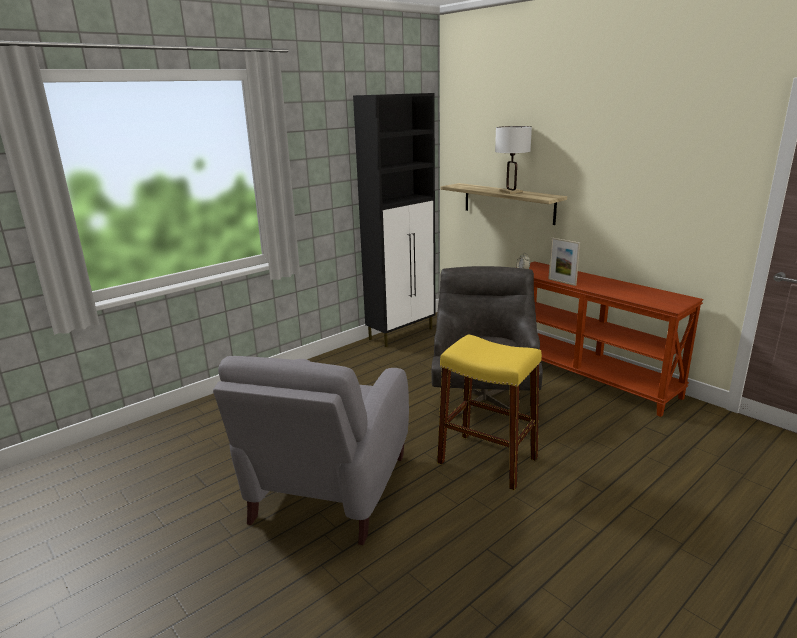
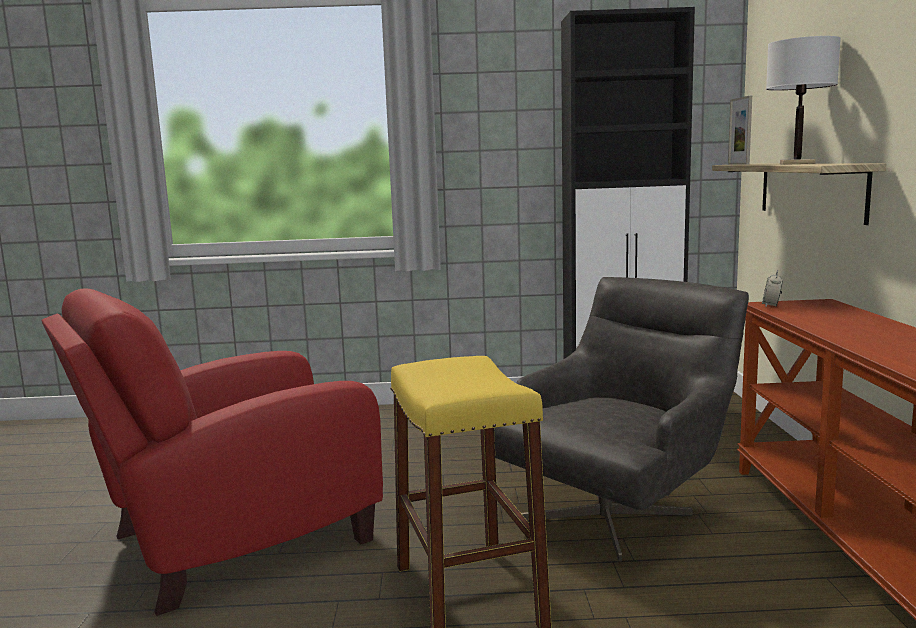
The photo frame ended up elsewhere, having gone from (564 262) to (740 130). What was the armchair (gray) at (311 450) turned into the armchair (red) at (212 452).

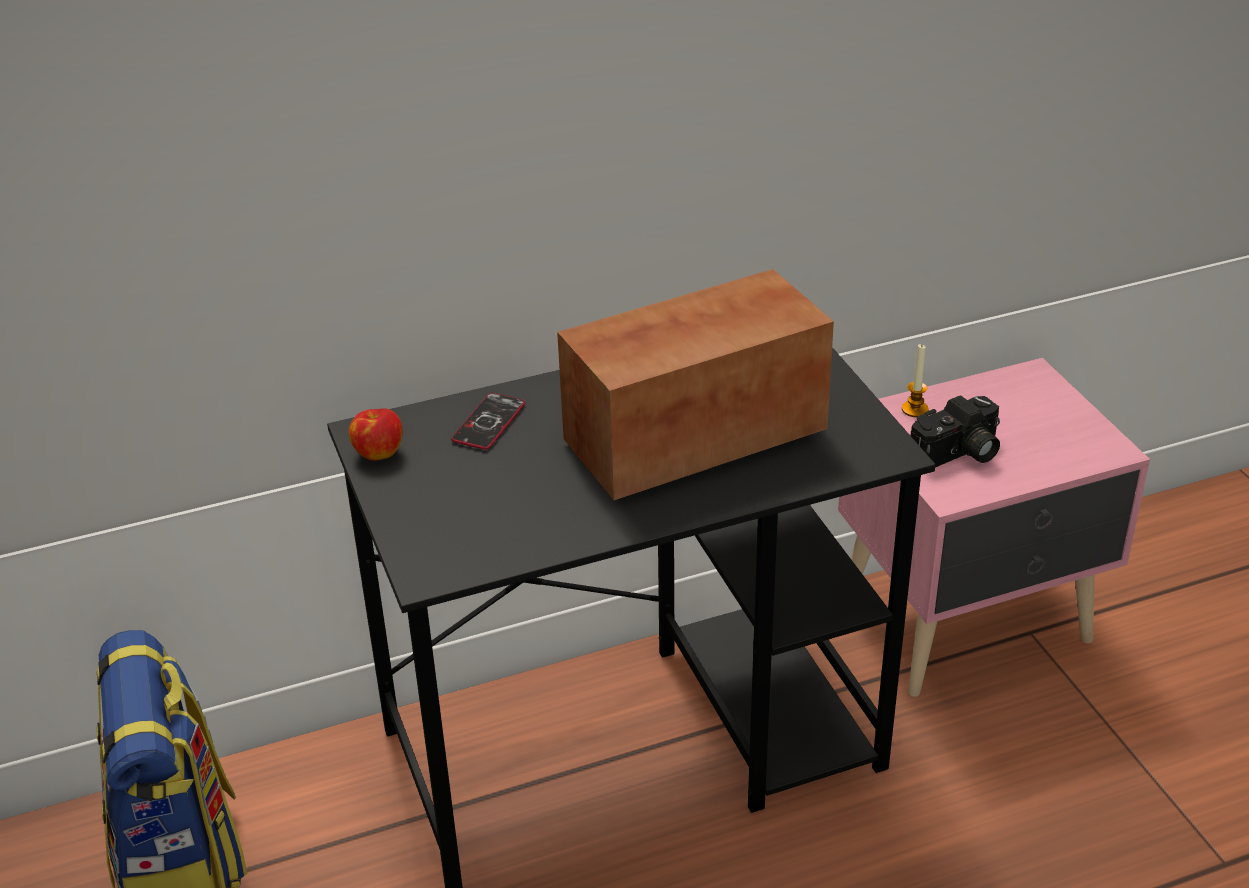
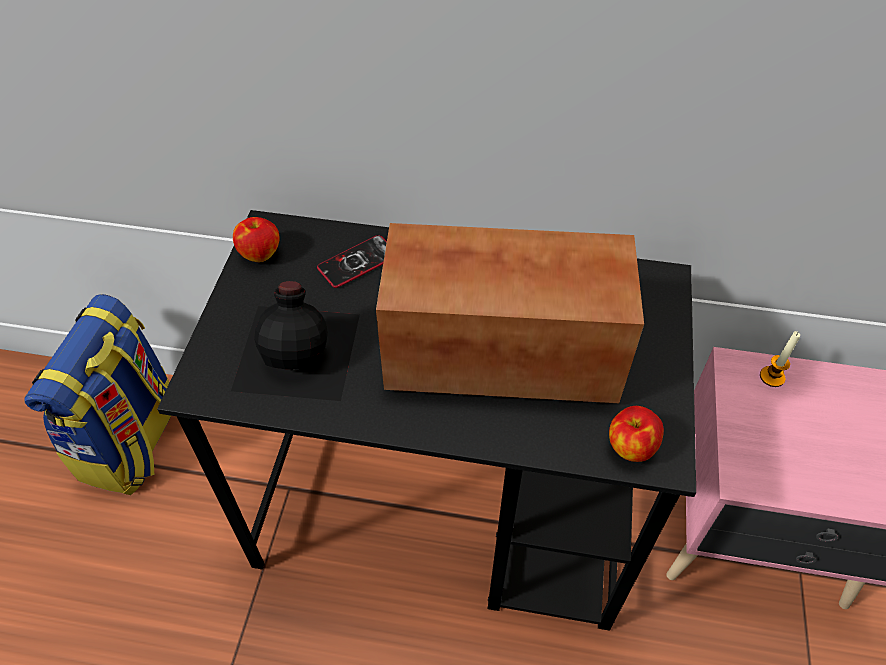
The second view lost the still camera at (955 431). The second view gained the drink bottle (blackish) at (295 341). The second view gained the whole apple at (636 434).

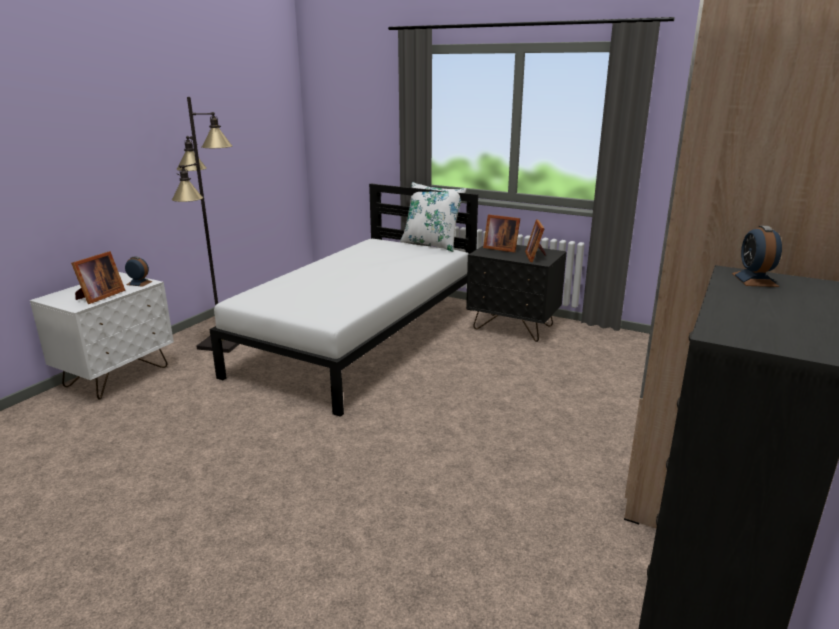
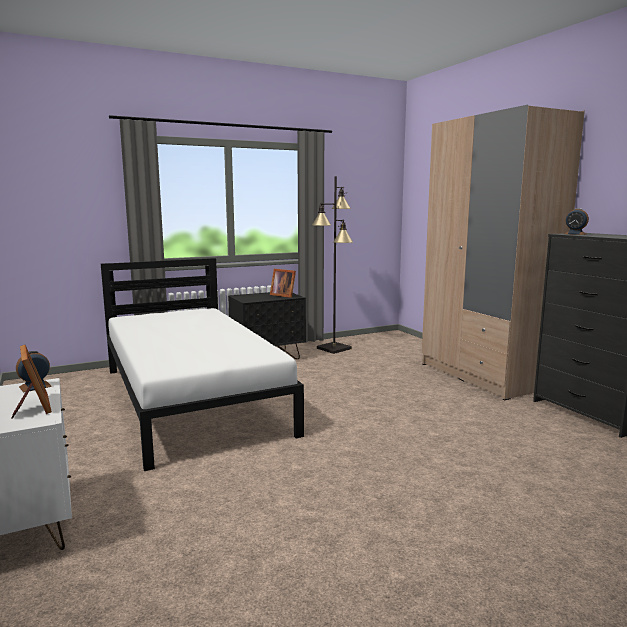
The second view lost the throw pillow (white) at (433 217). The second view lost the photo frame at (501 233). The standing lamp (blackish) ended up elsewhere, having gone from (205 225) to (332 265).

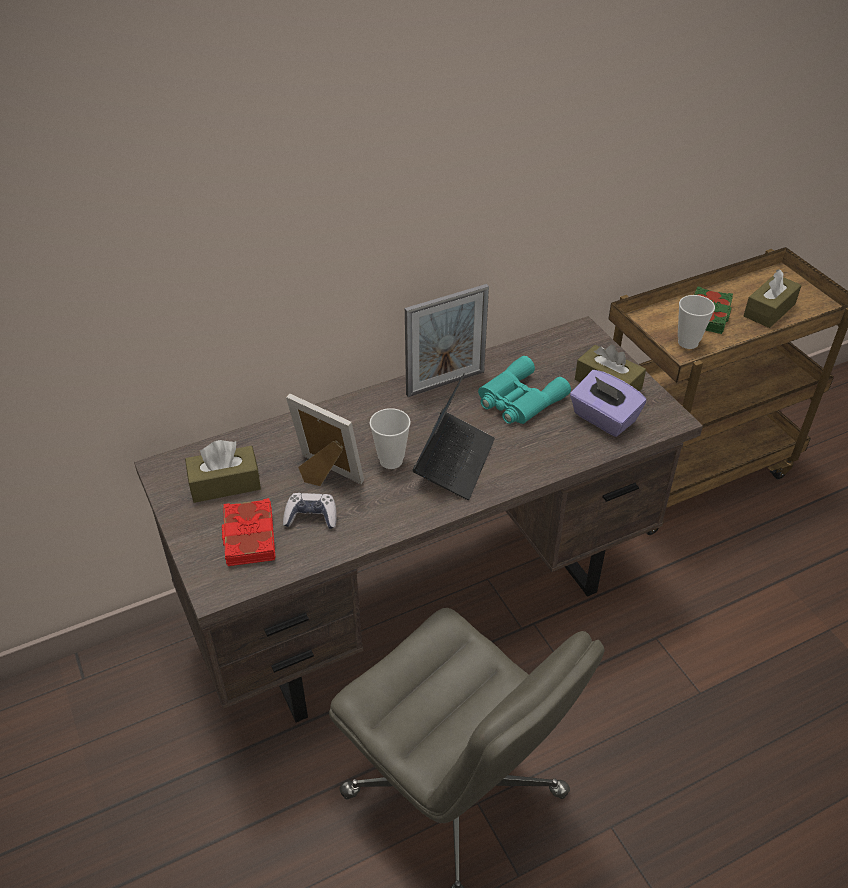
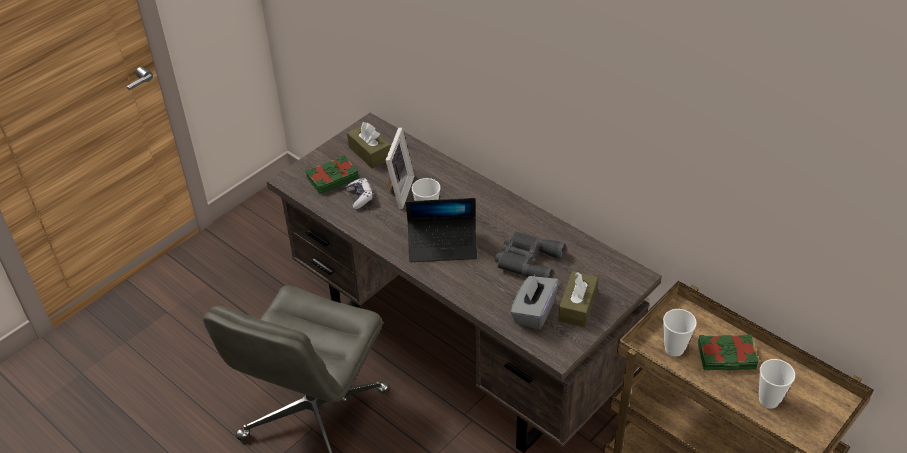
The second view lost the photo frame at (447 340). Where the tissue box (brown) stood at (773 298), the cup came to stand at (777 384). What was the volume (red) at (249 532) turned into the volume (green-coloured) at (332 174). What was the binoculars (blue-green) at (524 390) turned into the binoculars (gray) at (530 254). What was the tissue box (purple) at (608 403) turned into the tissue box (gray) at (534 302).

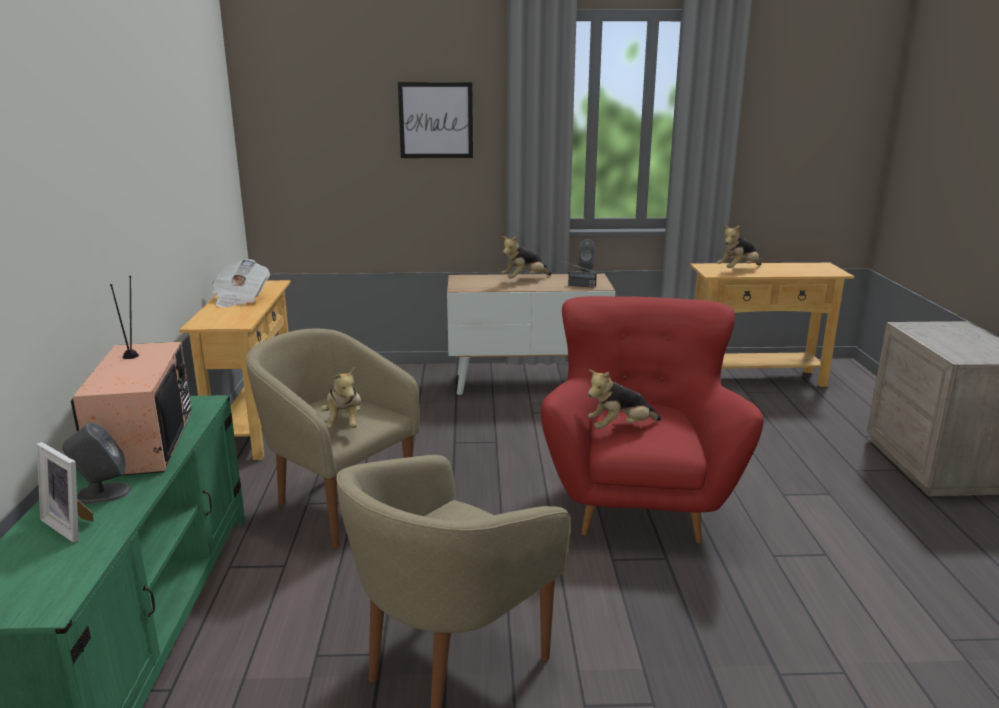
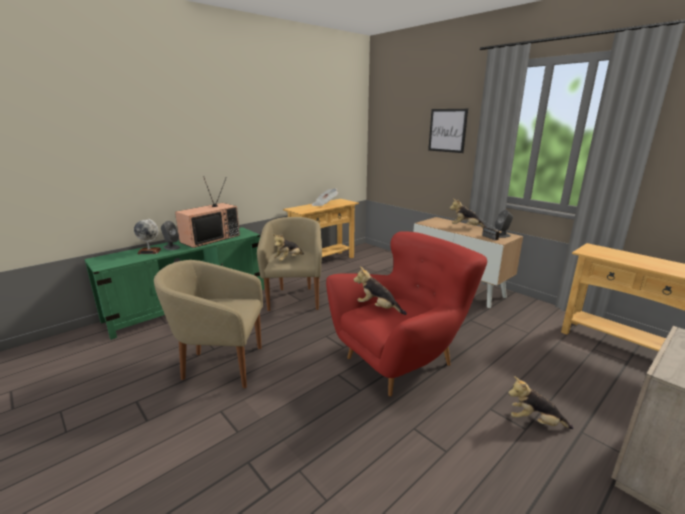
The soft toy ended up elsewhere, having gone from (739 246) to (541 402). Where the photo frame stood at (65 492), the globe came to stand at (148 236).

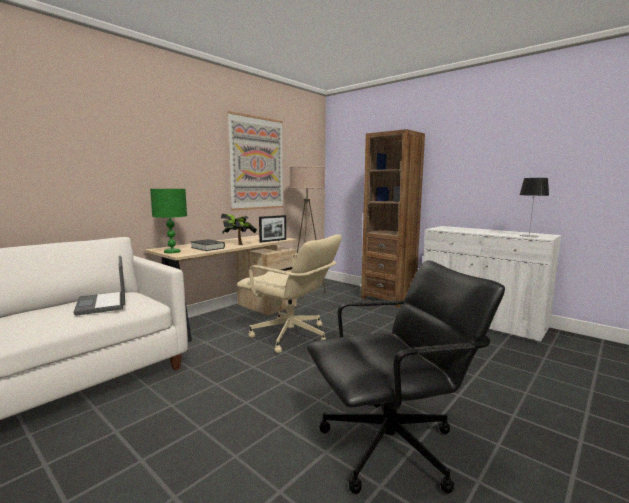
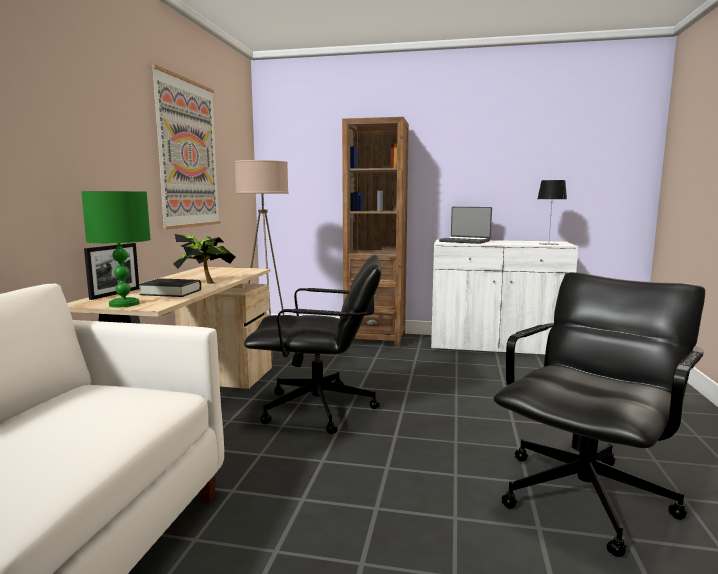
The laptop ended up elsewhere, having gone from (99 286) to (465 225). The photo frame ended up elsewhere, having gone from (272 229) to (111 271). What was the office chair (sand-coloured) at (289 294) turned into the office chair (blackish) at (312 344).

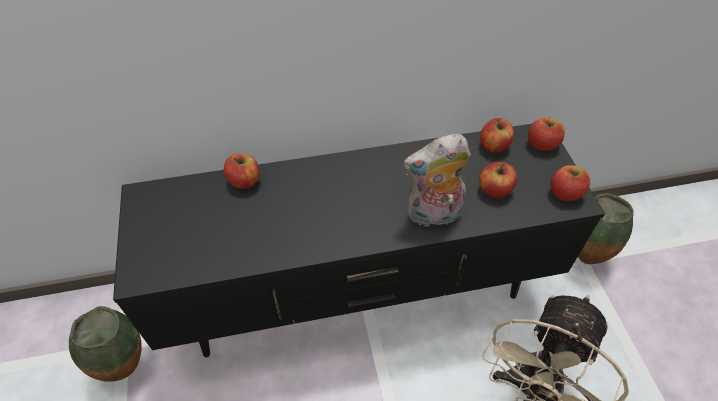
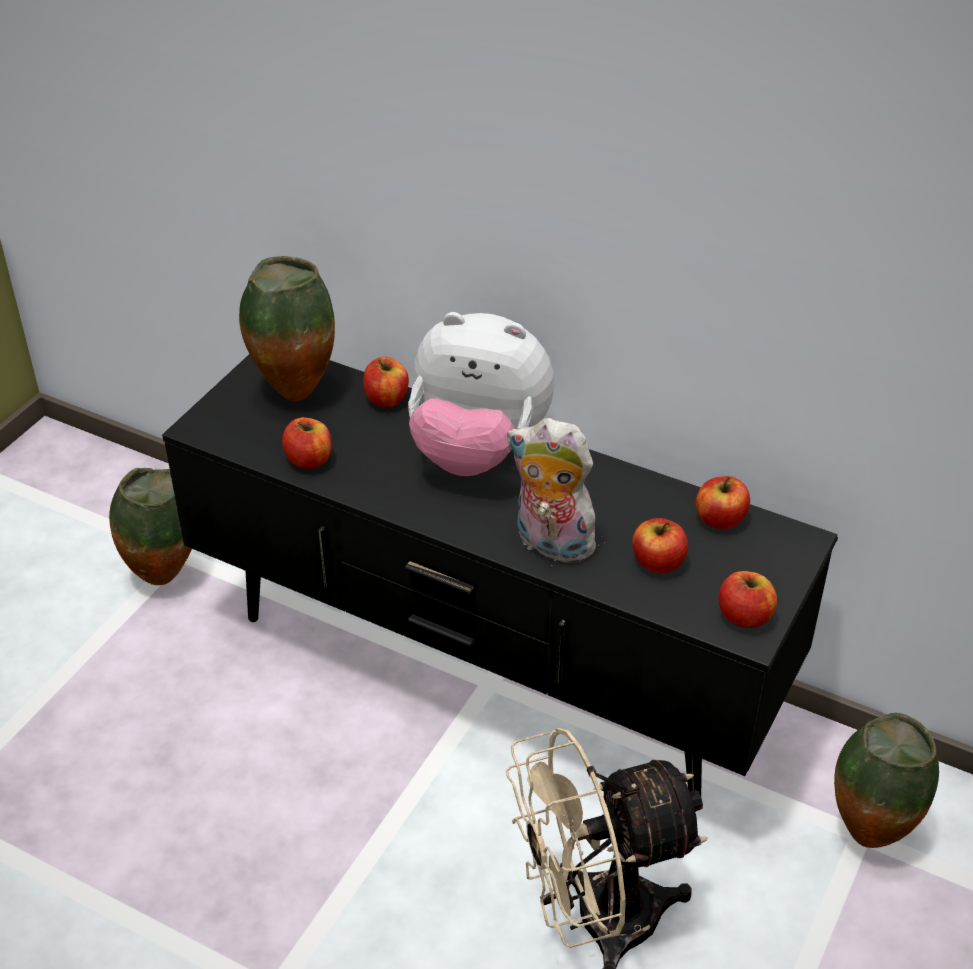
The second view gained the flower vase at (287 329). The second view gained the soft toy at (481 394). The whole apple ended up elsewhere, having gone from (546 134) to (307 443).

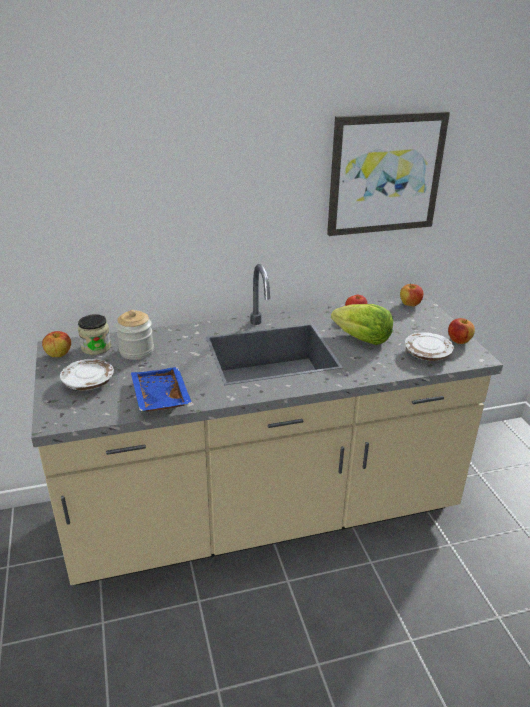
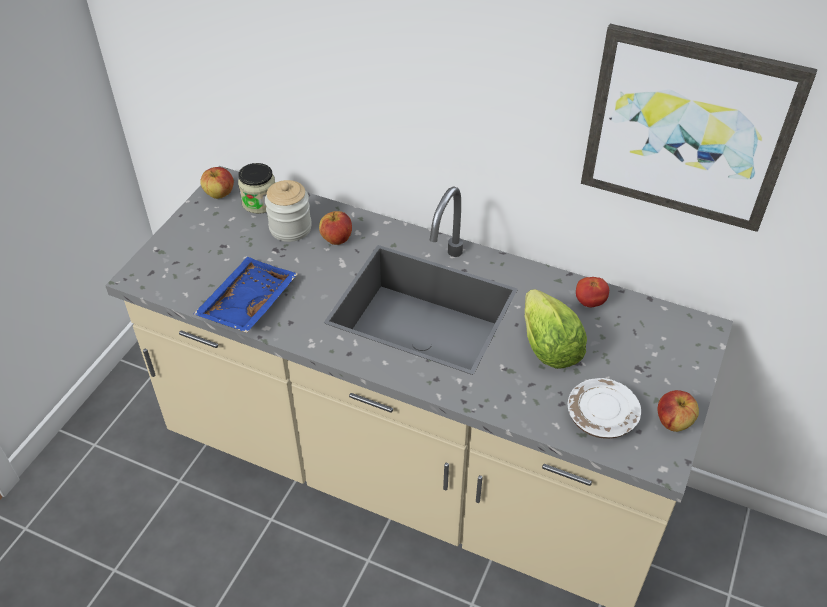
The second view lost the flat dish (white) at (87 375). The whole apple ended up elsewhere, having gone from (411 295) to (335 228).

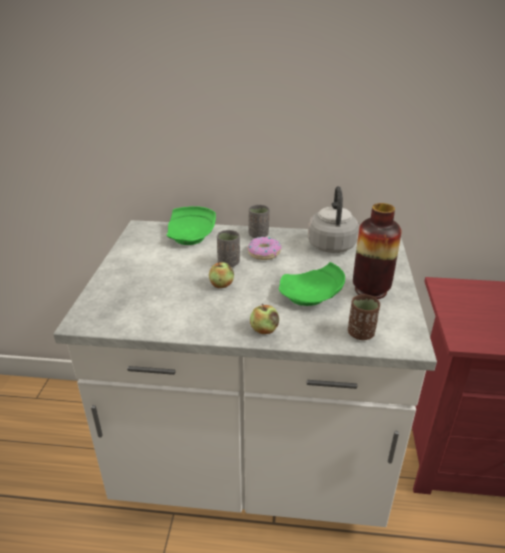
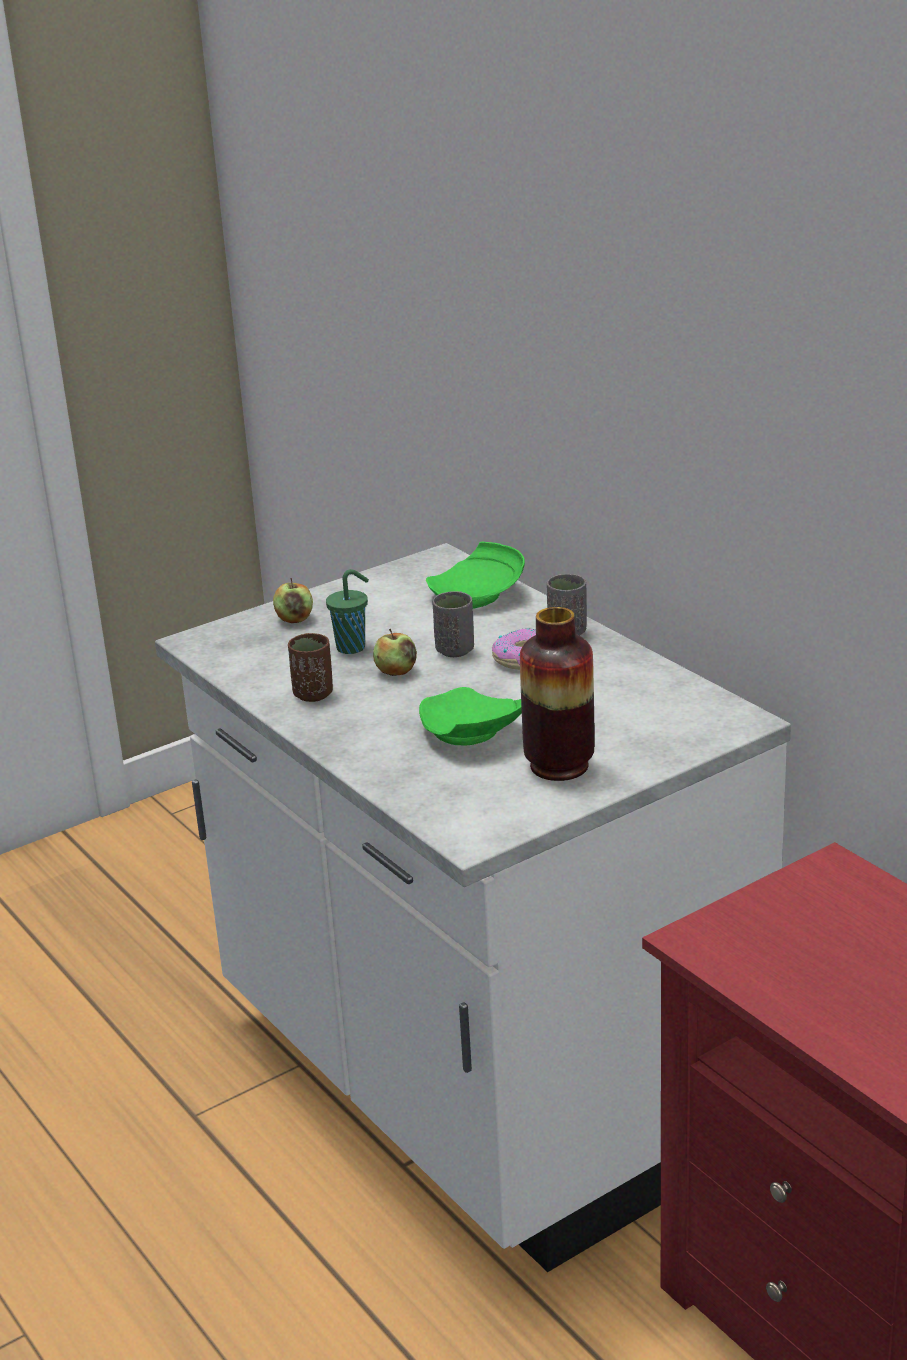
The second view lost the tea kettle (gray) at (333 219). The second view gained the cup (green-coloured) at (347 611). The whole apple ended up elsewhere, having gone from (264 319) to (293 600). The cup (brown) ended up elsewhere, having gone from (364 317) to (310 667).

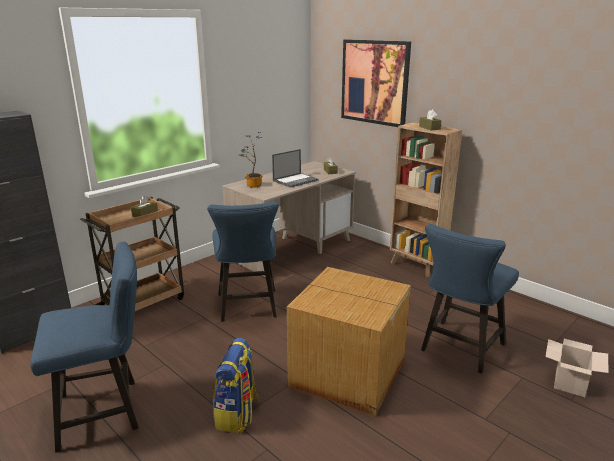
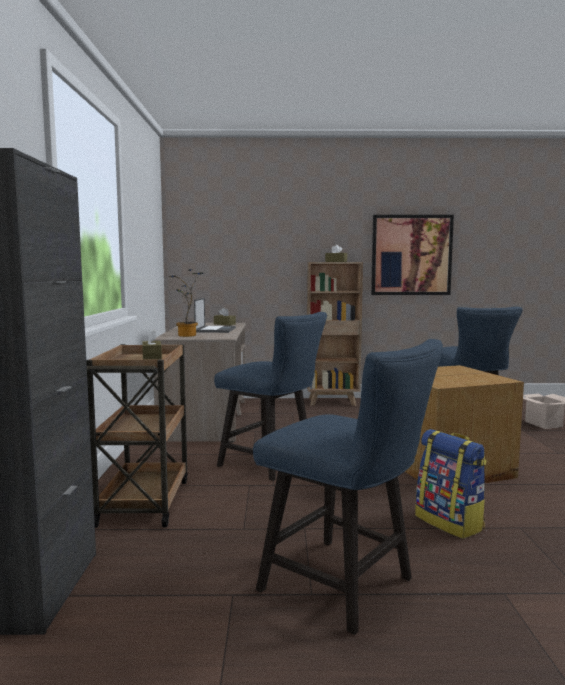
The wall picture ended up elsewhere, having gone from (376 83) to (412 255). The upright chair (blue) at (84 347) ended up facing another way, 105 degrees clockwise from before.

